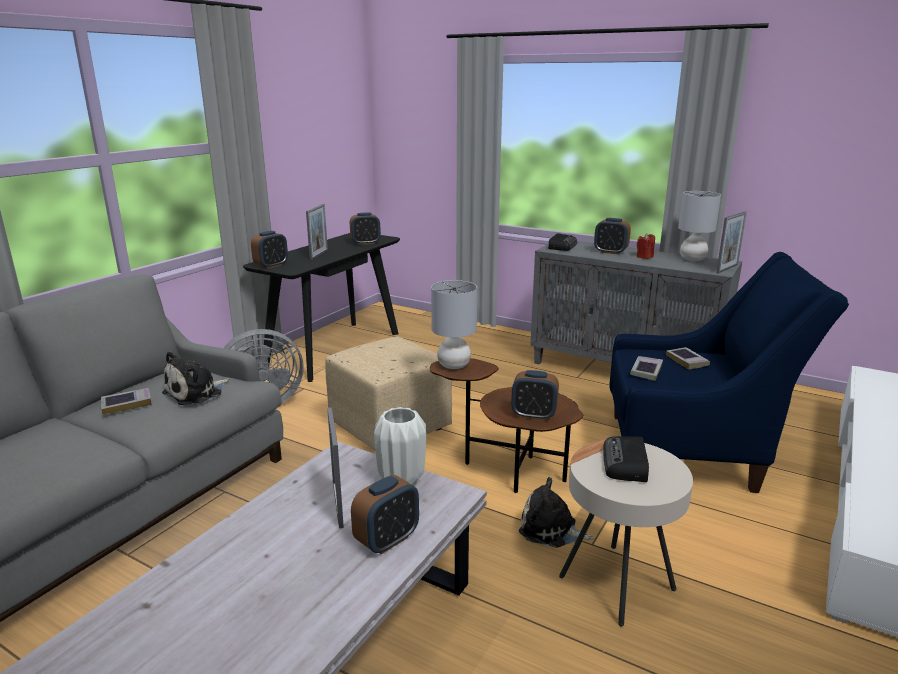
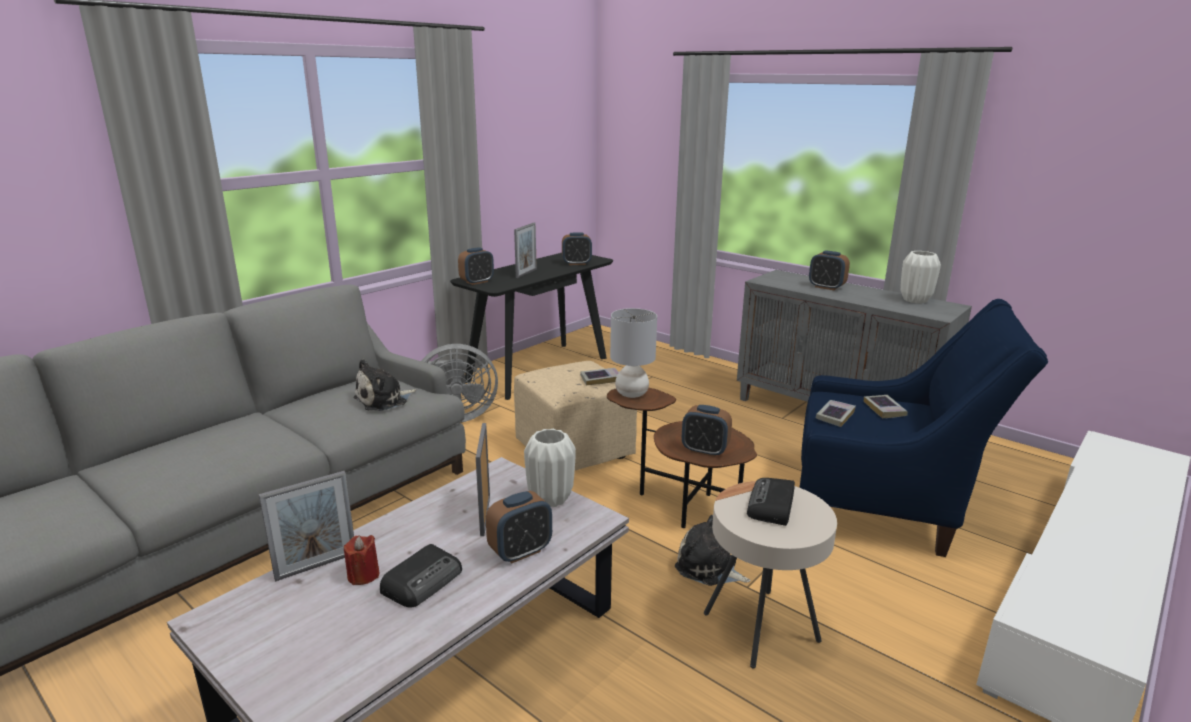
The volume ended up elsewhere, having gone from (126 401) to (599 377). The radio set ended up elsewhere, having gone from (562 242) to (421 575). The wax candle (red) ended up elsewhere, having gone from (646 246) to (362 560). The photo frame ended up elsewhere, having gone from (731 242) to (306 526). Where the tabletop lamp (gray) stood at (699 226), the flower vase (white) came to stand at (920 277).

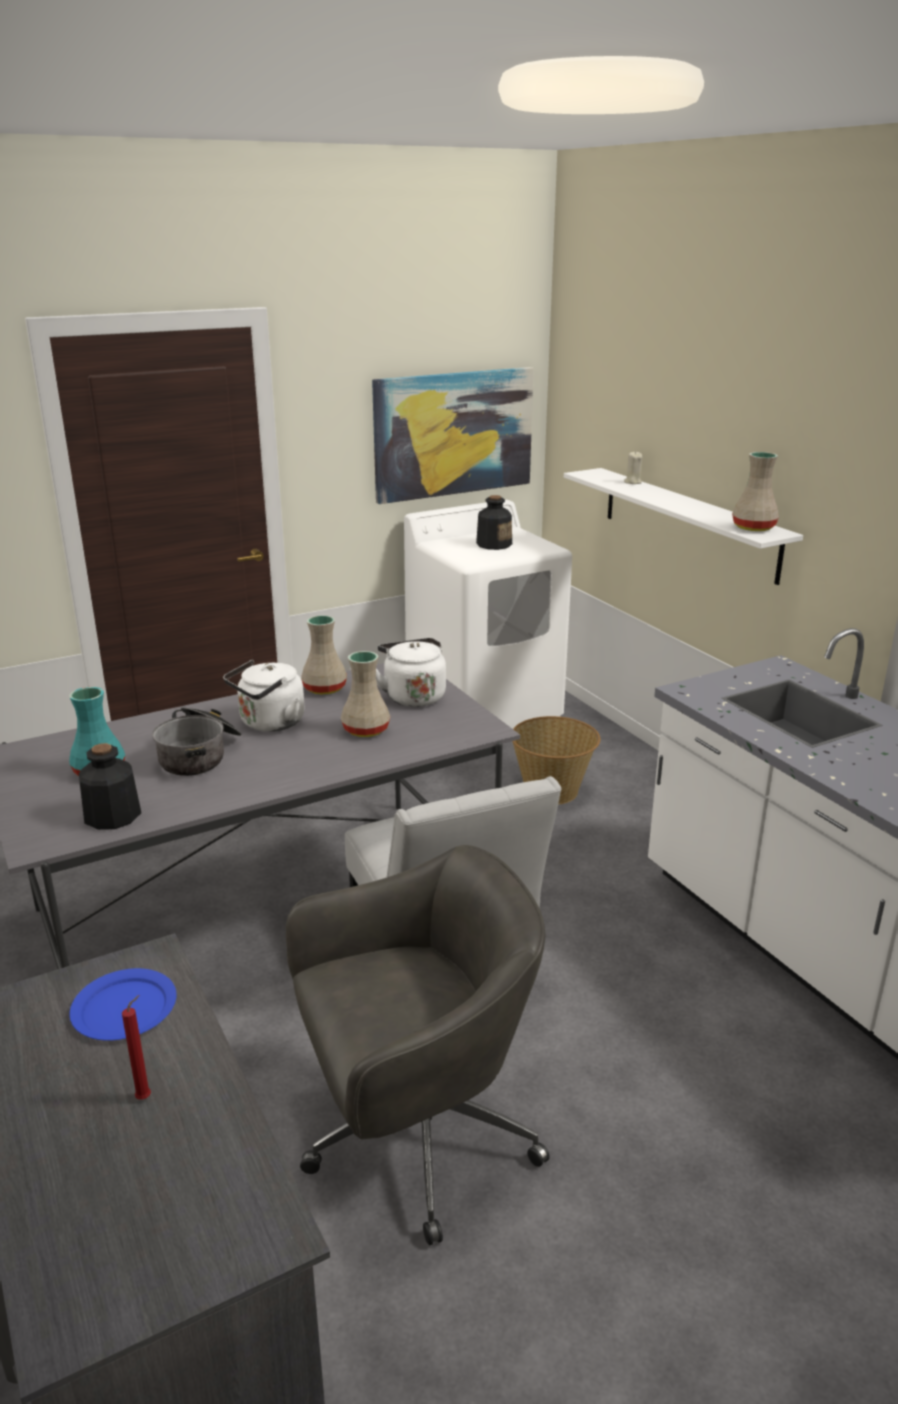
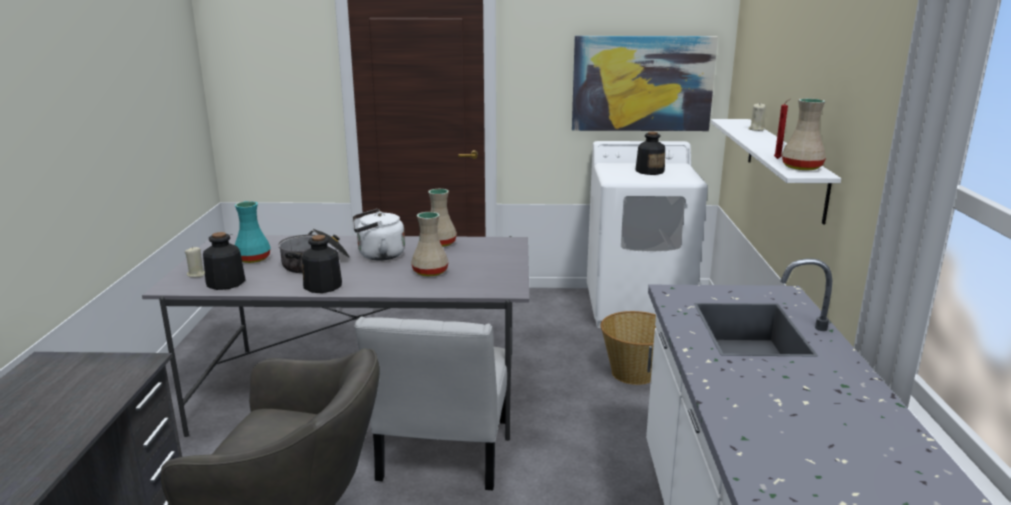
The second view lost the flat dish (blue) at (123 1004). The second view lost the tea kettle (white) at (411 672). The second view gained the wax candle (sand-coloured) at (195 262). The second view gained the drink bottle at (322 264). The wax candle (red) ended up elsewhere, having gone from (136 1047) to (782 129).

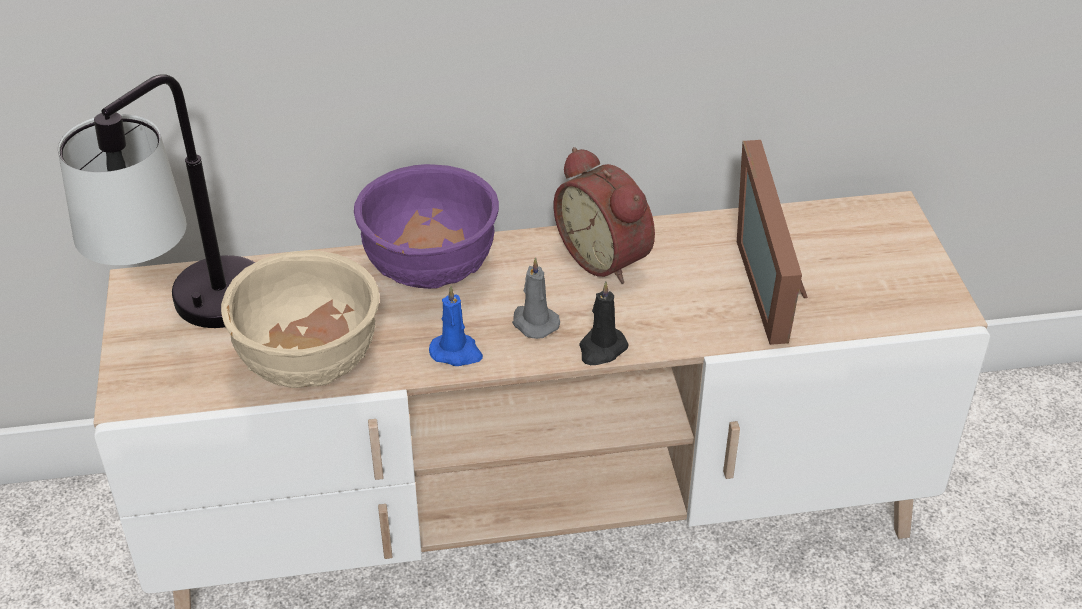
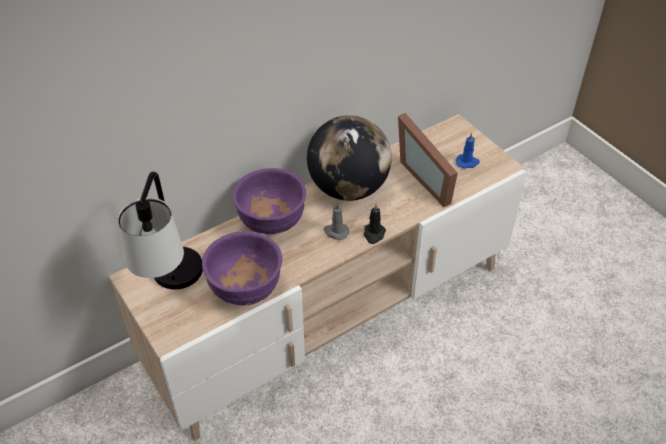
The wax candle (blue) ended up elsewhere, having gone from (456 326) to (468 151). Where the table clock stood at (604 215), the globe came to stand at (349 158). What was the deep dish (sand-coloured) at (300 319) turned into the deep dish (purple) at (242 268).

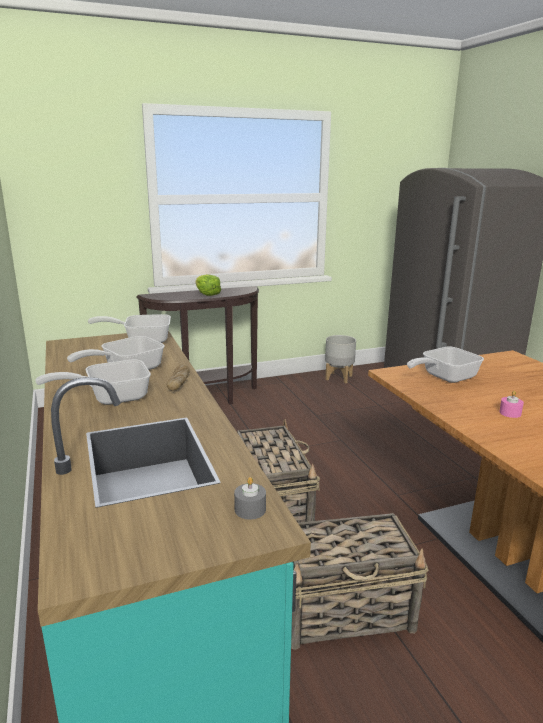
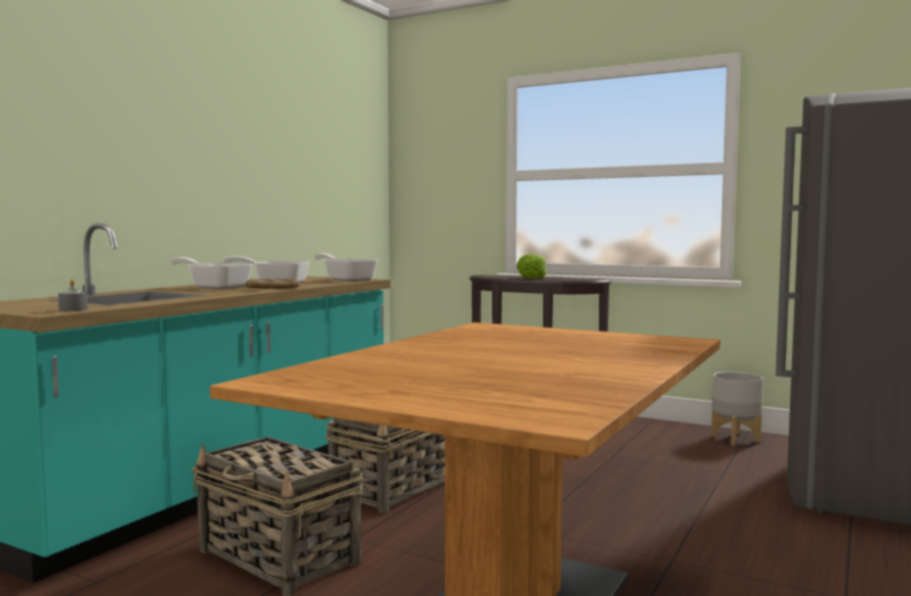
The second view lost the pan at (445 365). The second view lost the wax candle (pinkish) at (511 404).

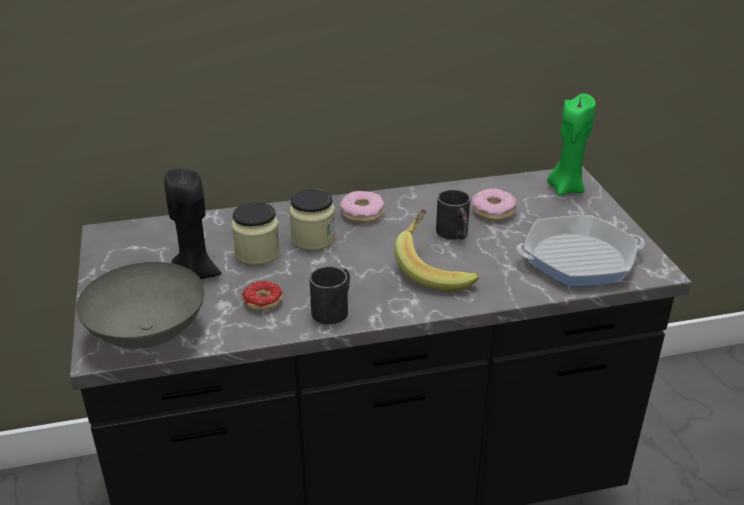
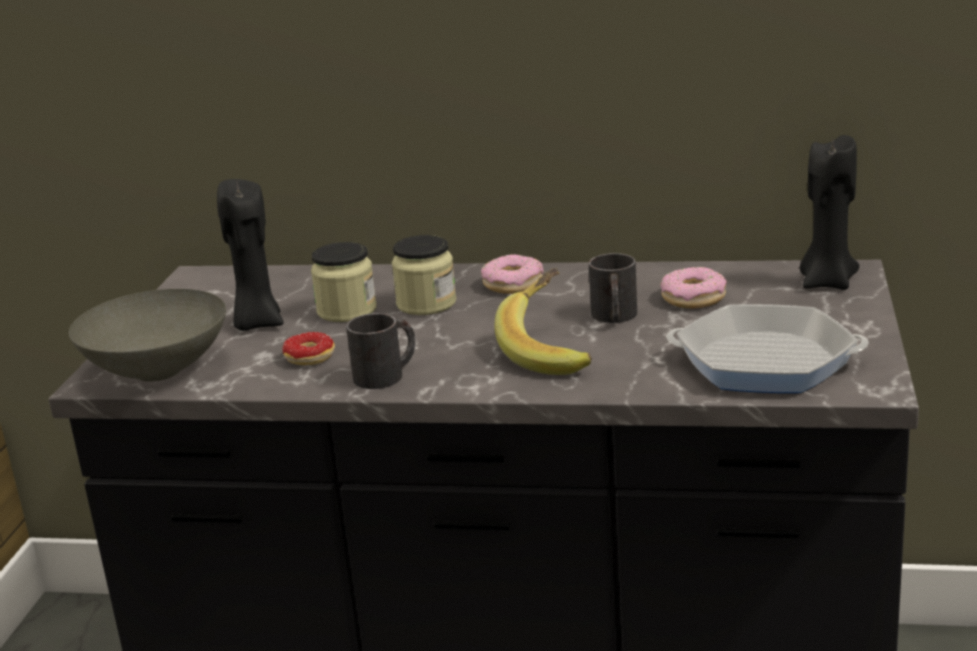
What was the wax candle (green-coloured) at (571 144) turned into the wax candle (blackish) at (829 212).

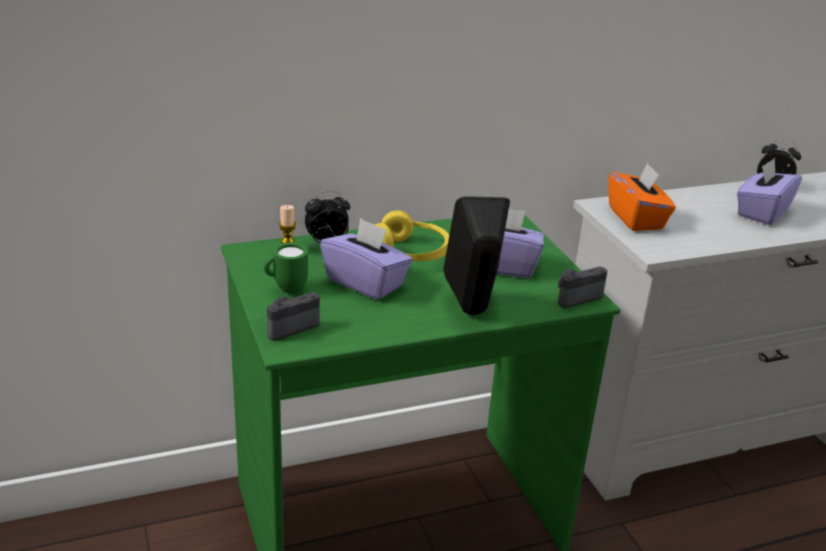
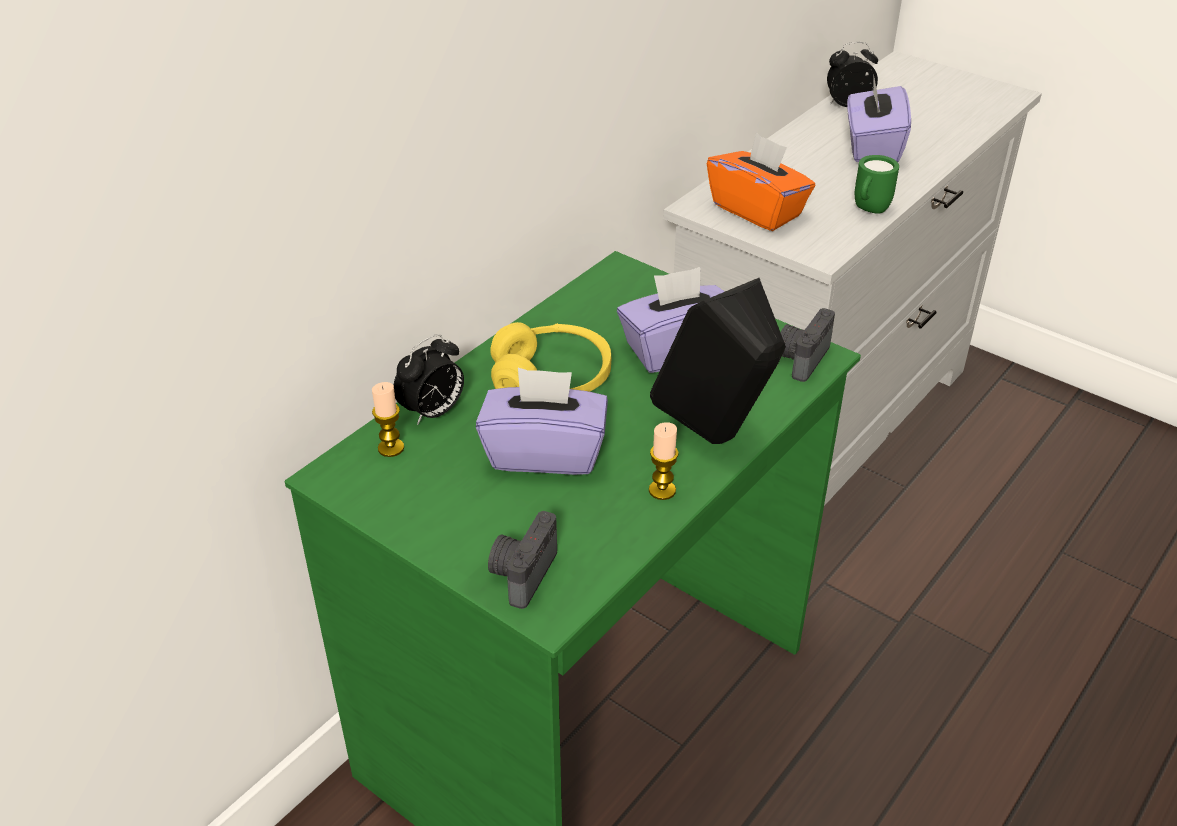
The second view gained the wax candle at (664 461). The tea mug (green-coloured) ended up elsewhere, having gone from (286 268) to (877 184).

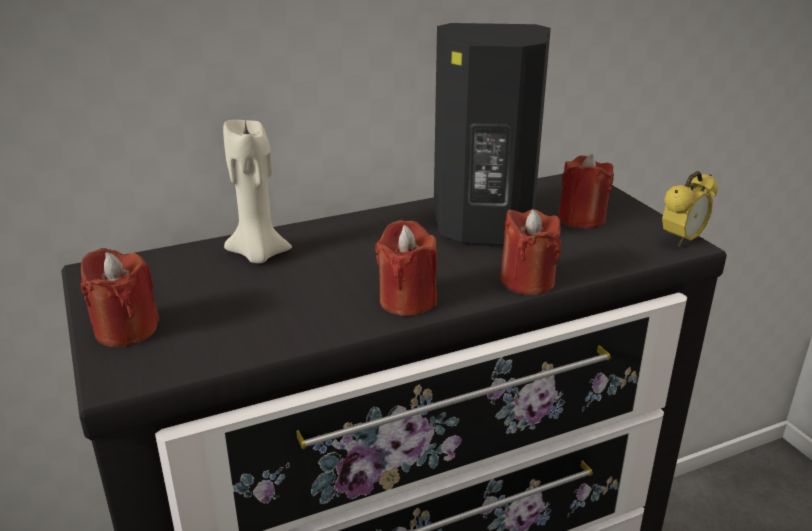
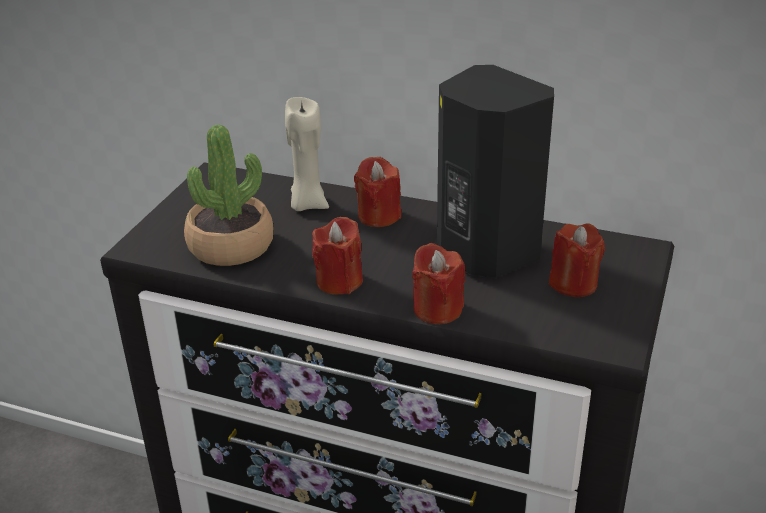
The second view lost the table clock at (690 209). The second view gained the houseplant at (228 195). The wax candle (red) ended up elsewhere, having gone from (120 297) to (377 192).

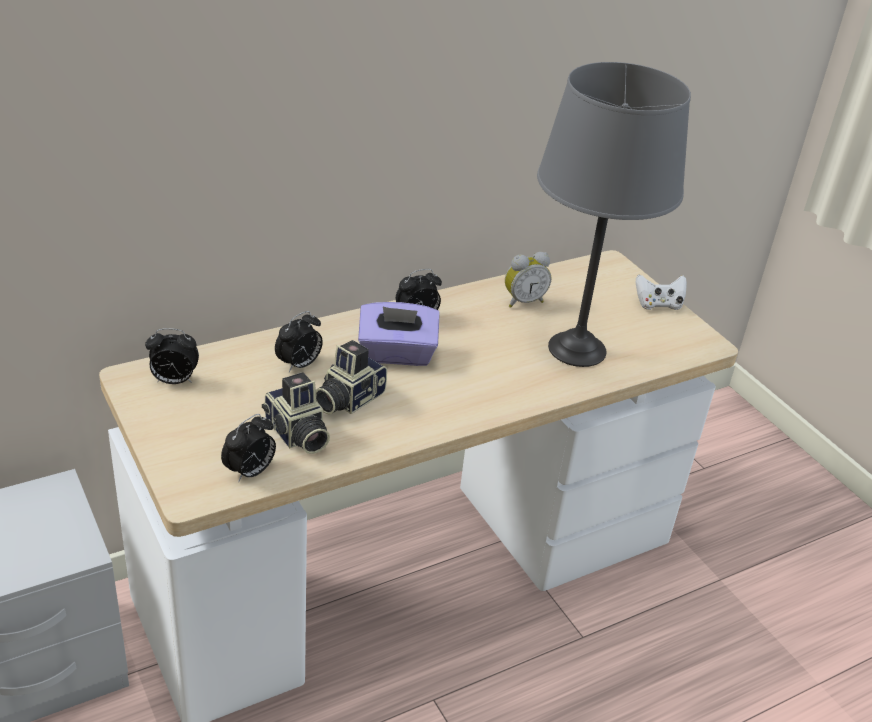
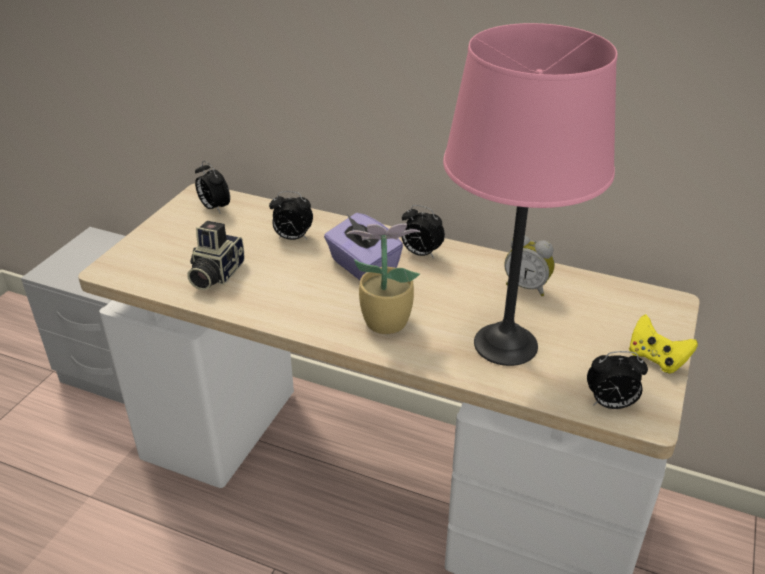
The second view lost the still camera at (351 377). The second view gained the houseplant at (383 278). The table clock ended up elsewhere, having gone from (248 448) to (617 380). What was the tabletop lamp (gray) at (614 214) turned into the tabletop lamp (pinkish) at (530 194). What was the joypad (white) at (661 292) turned into the joypad (yellowish) at (663 343).

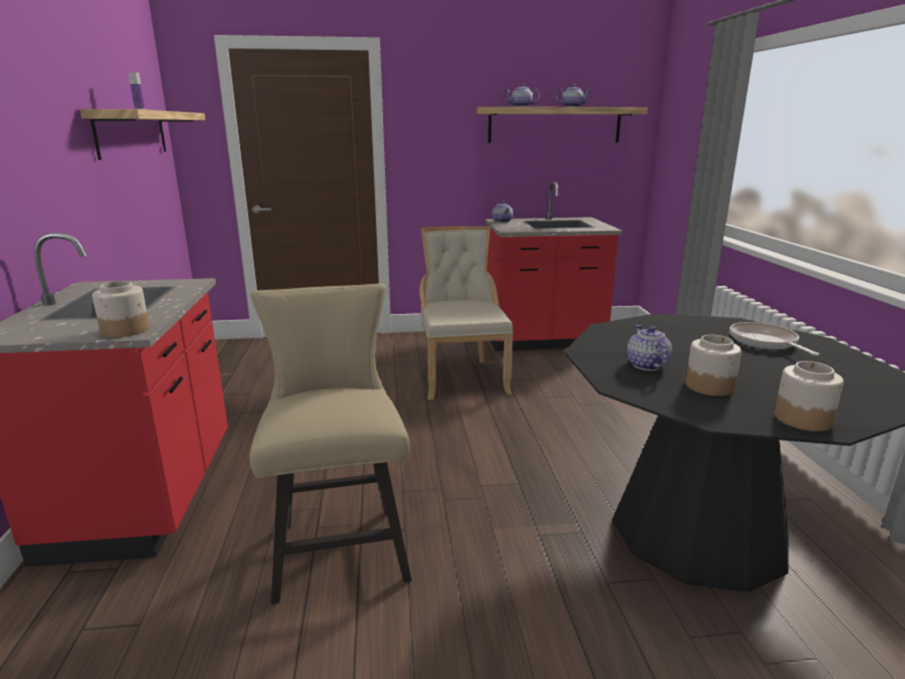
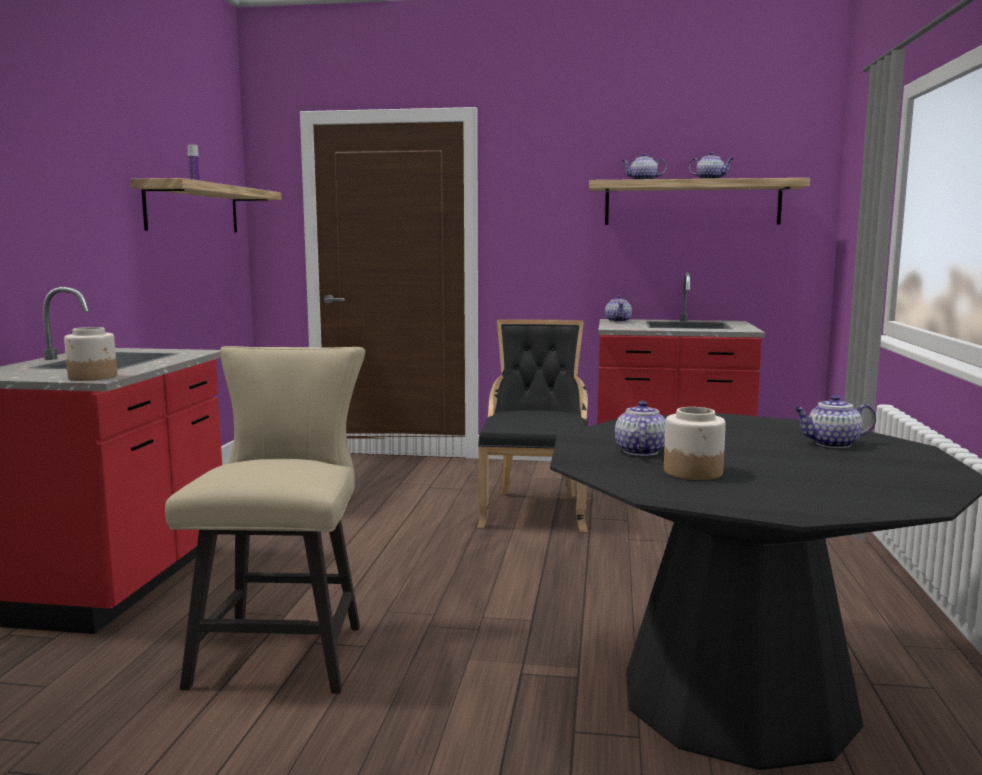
The second view lost the preserve jar at (809 396). Where the pan stood at (774 339), the tea pot came to stand at (835 421). What was the upright chair (sand-coloured) at (466 313) turned into the upright chair (blackish) at (532 425).

